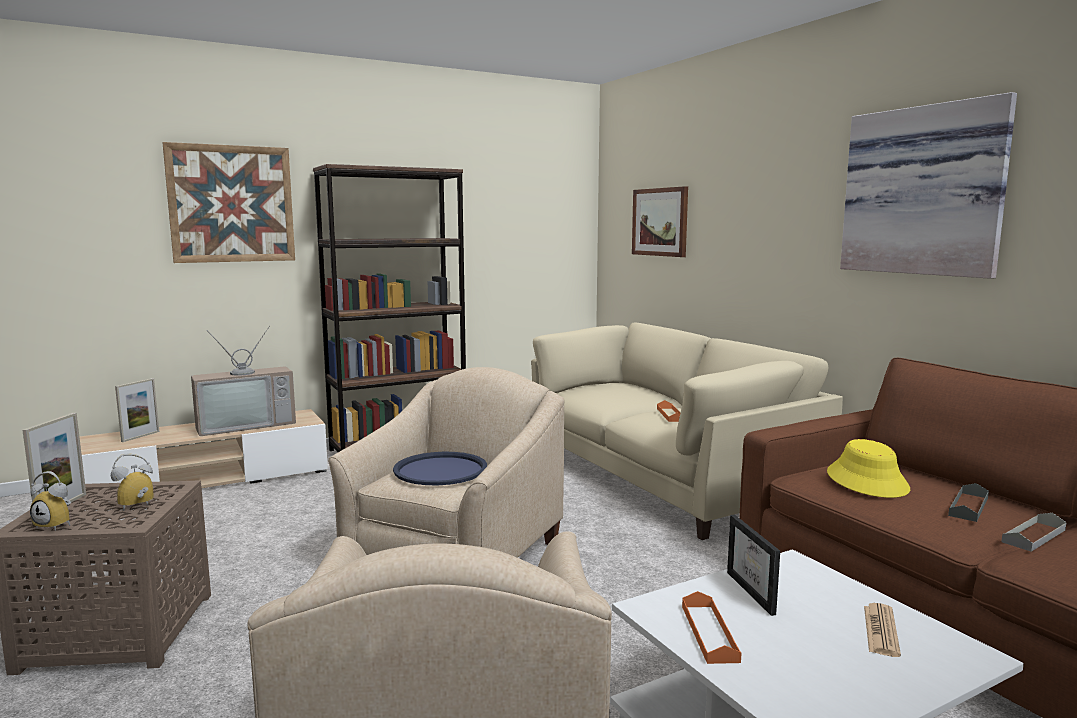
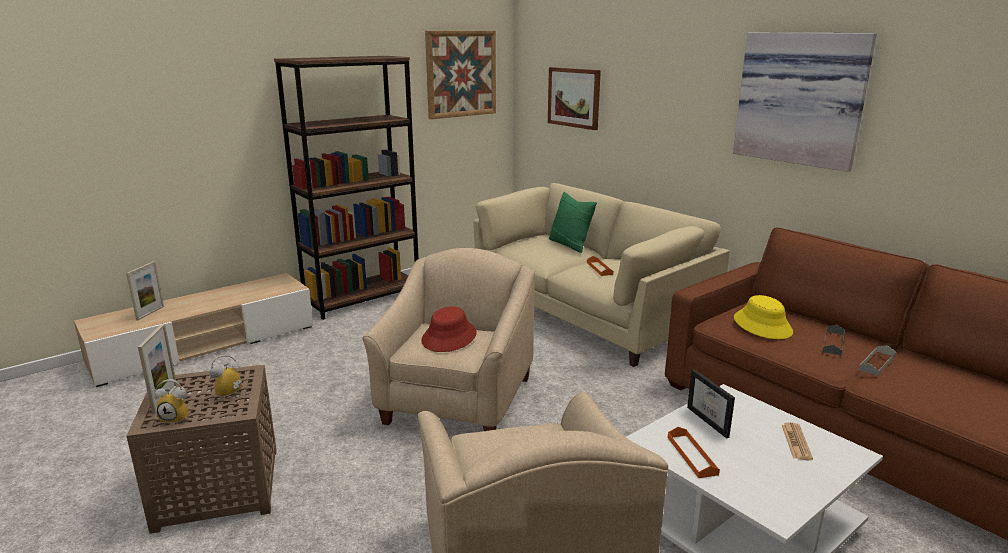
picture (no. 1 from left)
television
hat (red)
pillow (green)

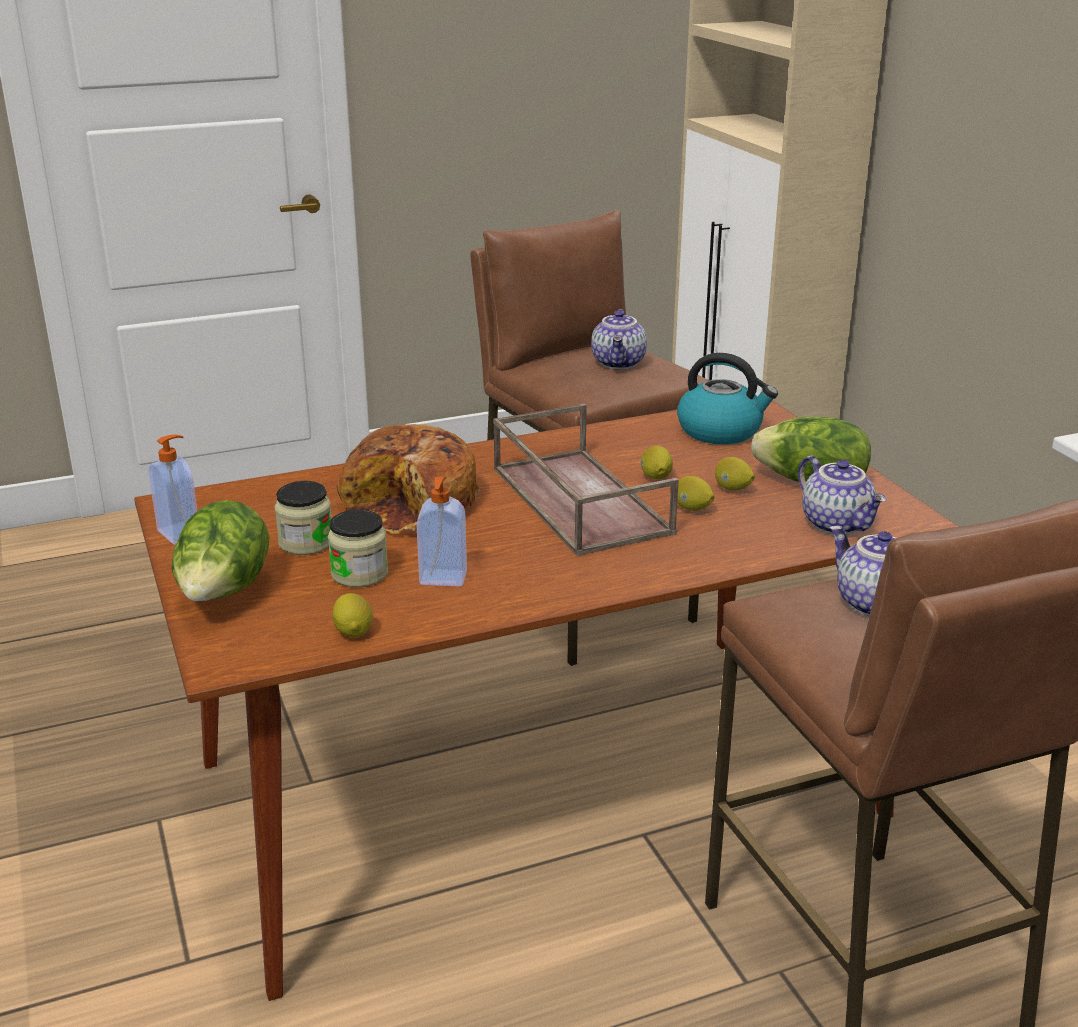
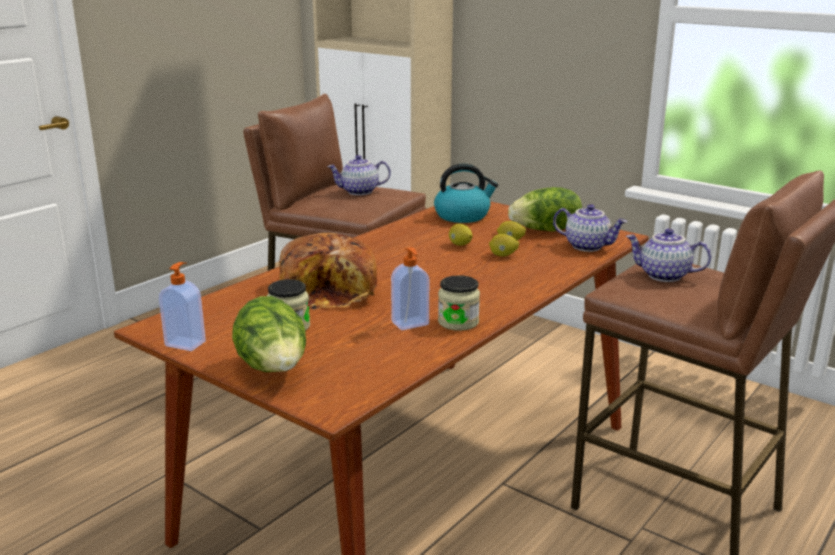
jar (no. 2 from left)
lemon (no. 1 from left in the first image)
tray (brown)
teapot (no. 1 from left)

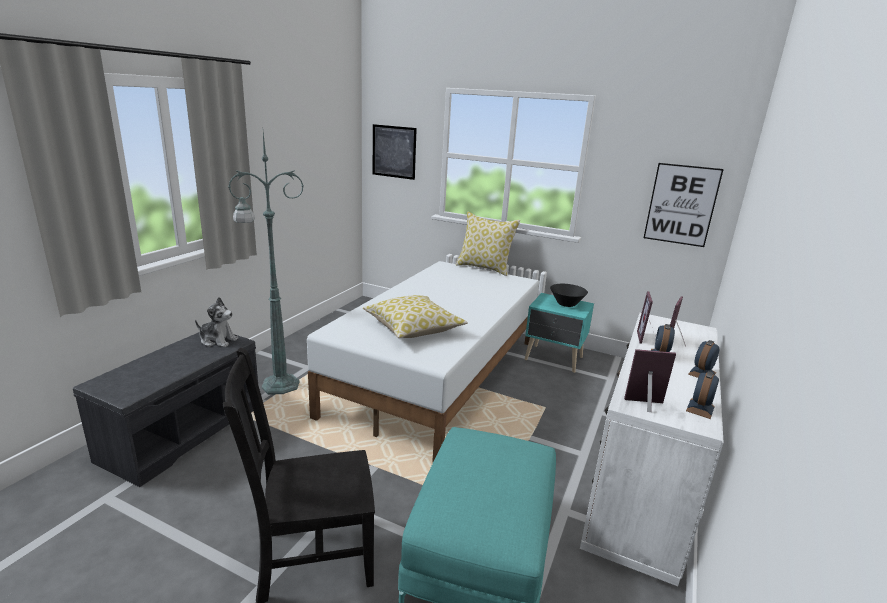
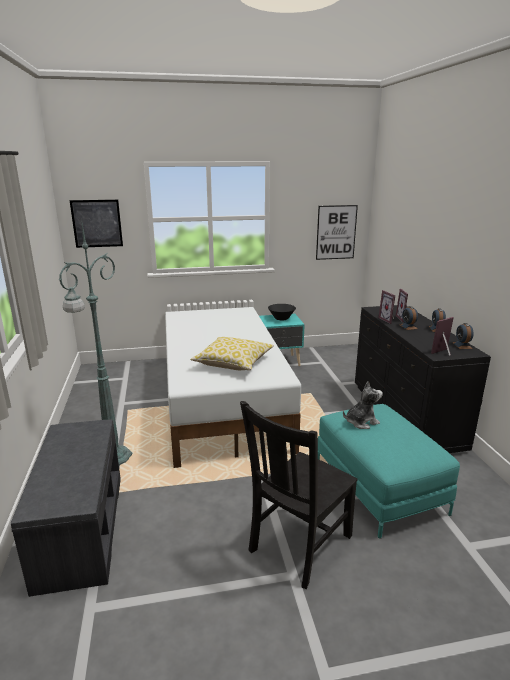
plush toy
pillow (no. 2 from left in the first image)
dresser (black)

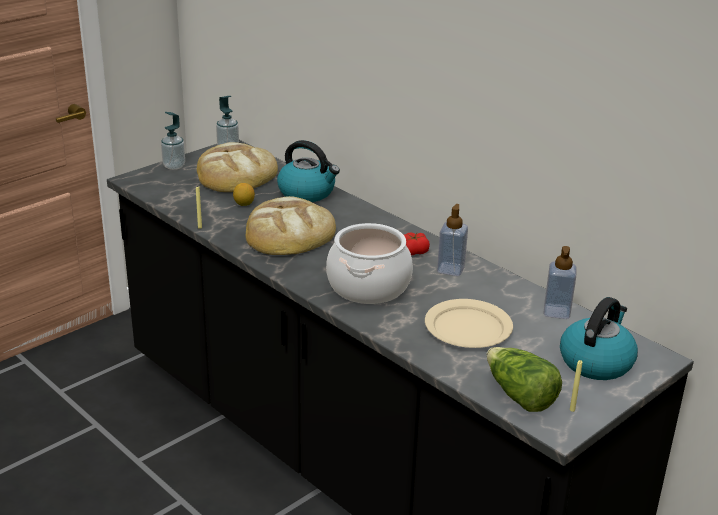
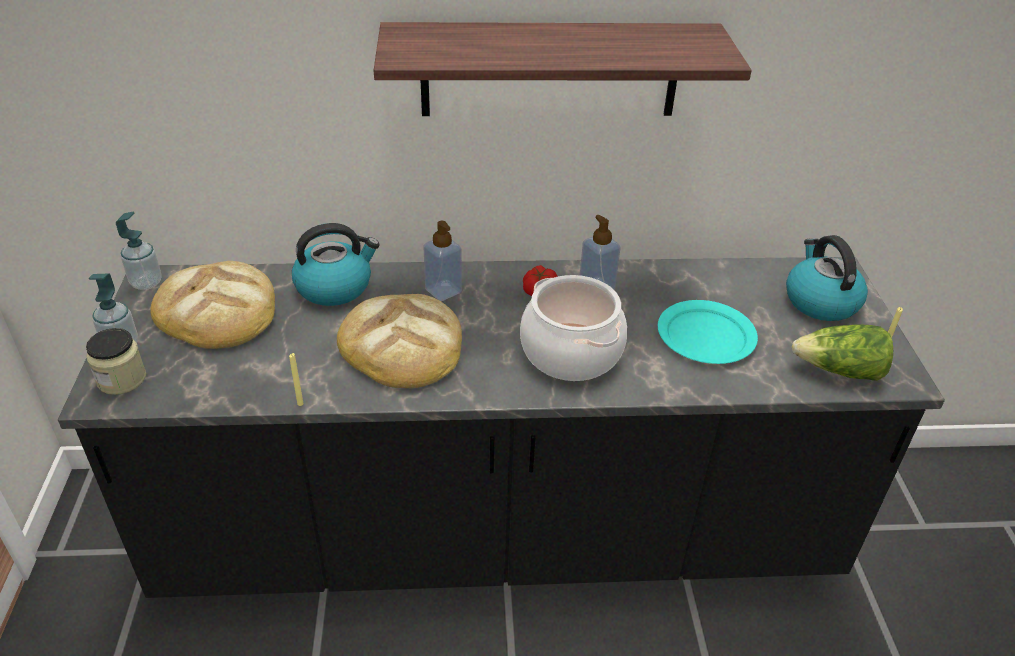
lemon
plate (turquoise)
soap dispenser (no. 3 from left)
jar
shelf

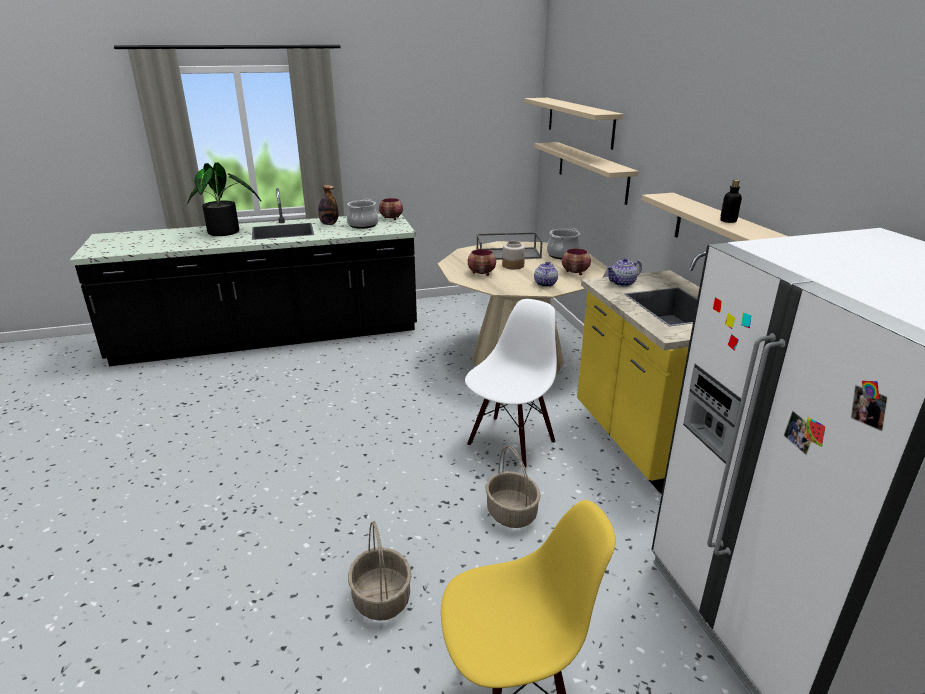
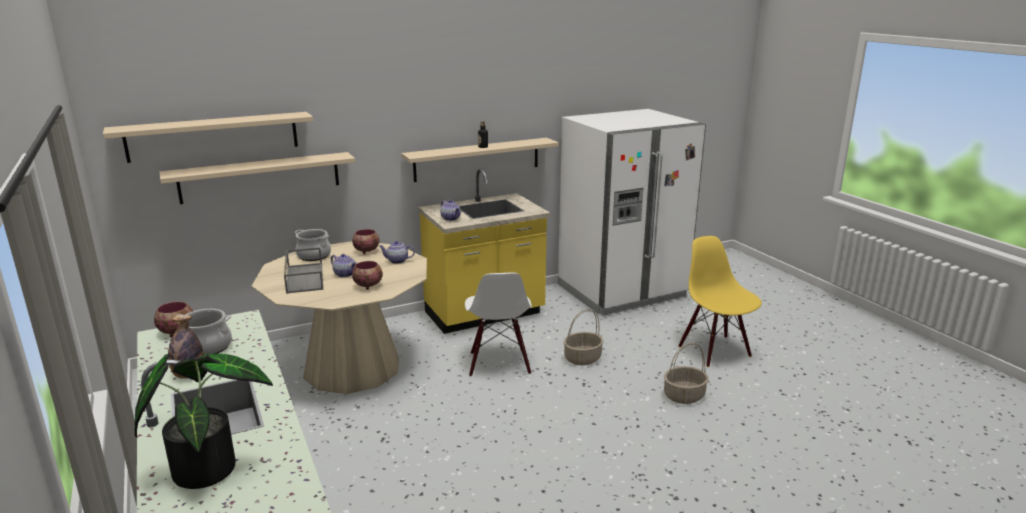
chair (white)
teapot (no. 1 from left)

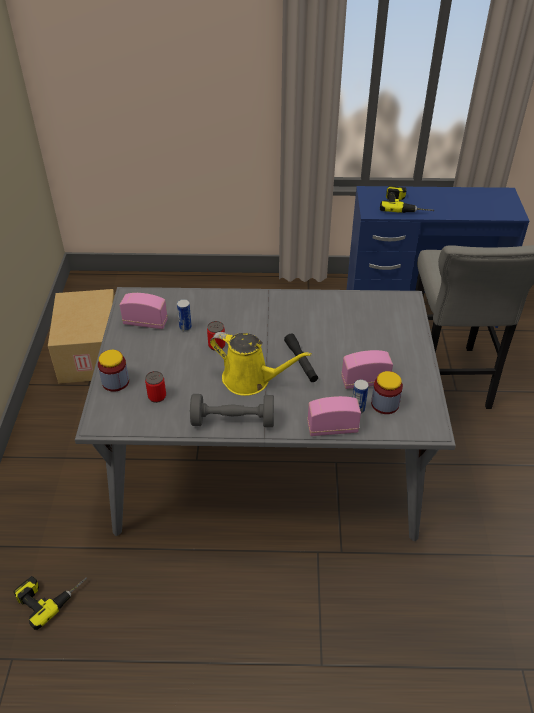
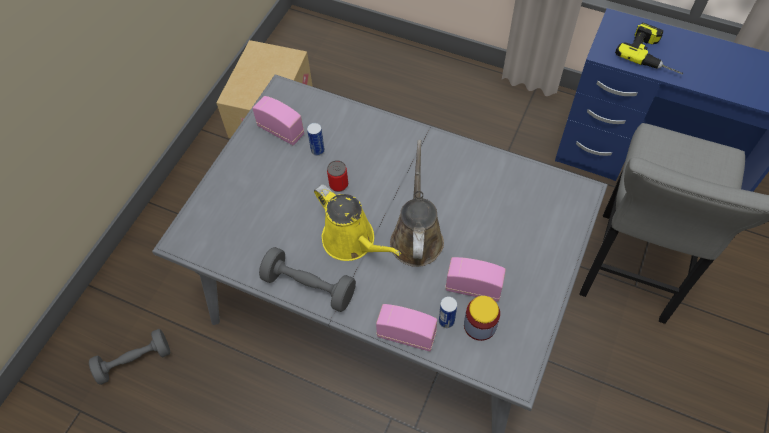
dumbbell (grey) (no. 1 from left)
jar (no. 1 from left in the first image)
can (no. 1 from left in the first image)
watering can (brown)

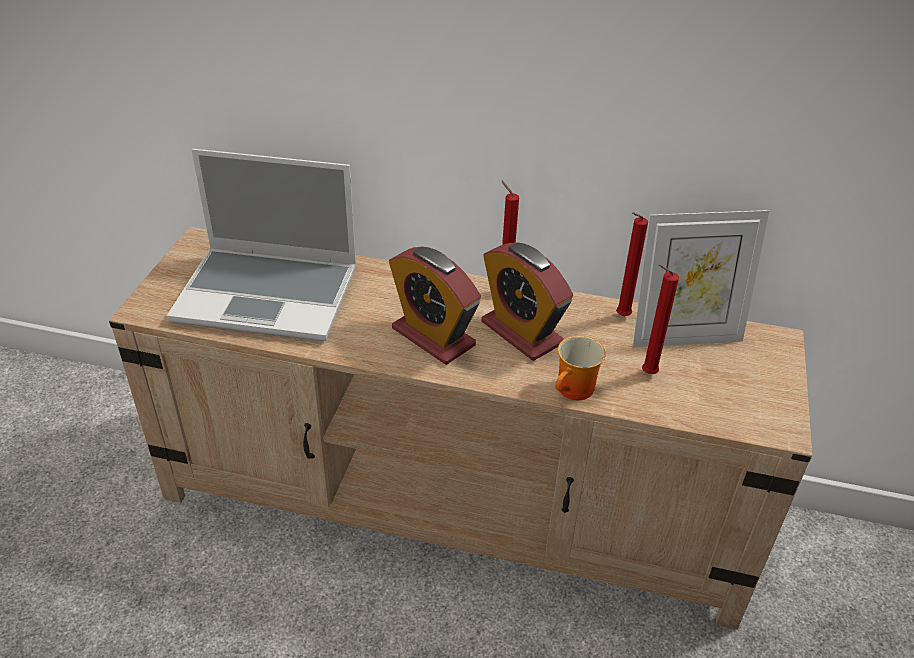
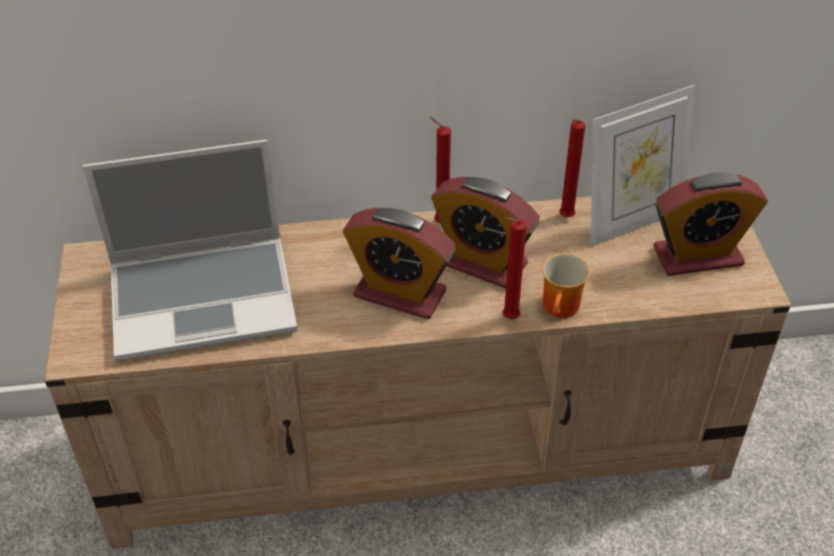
candle (red) (no. 2 from left)
alarm clock (no. 3 from left)

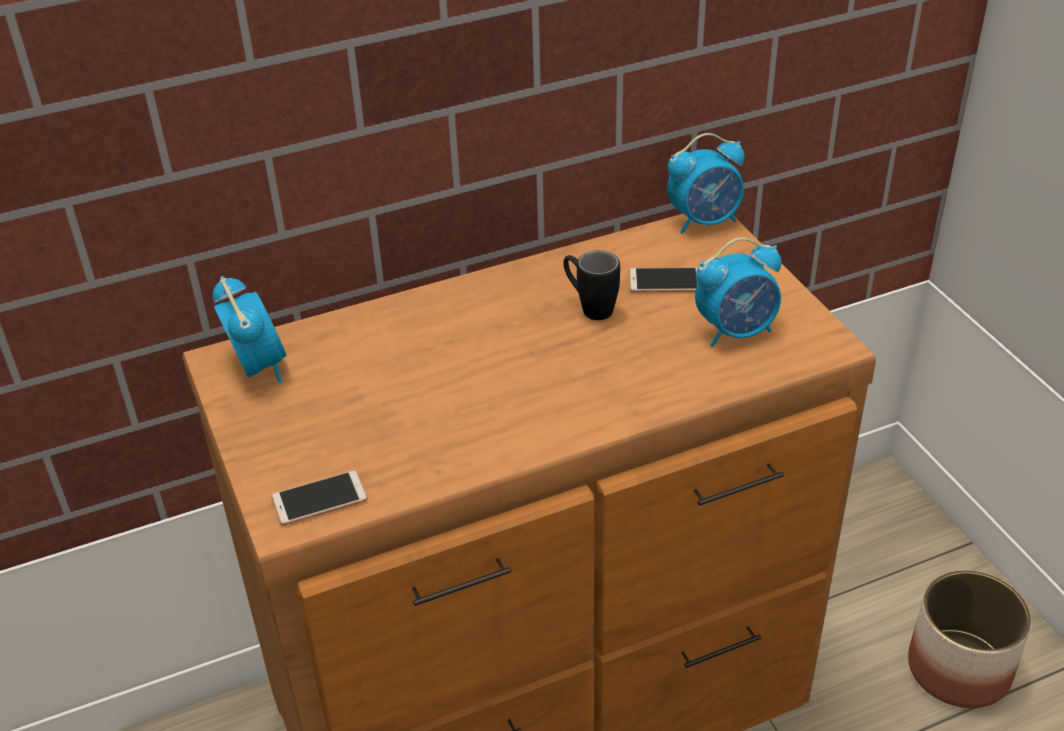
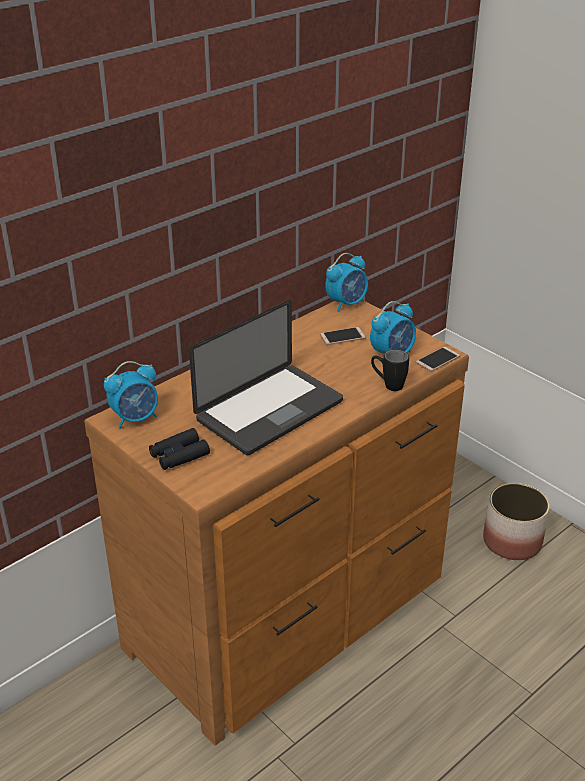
alarm clock (no. 1 from left)
phone (no. 2 from left)
mug (black)
binoculars (black)
laptop

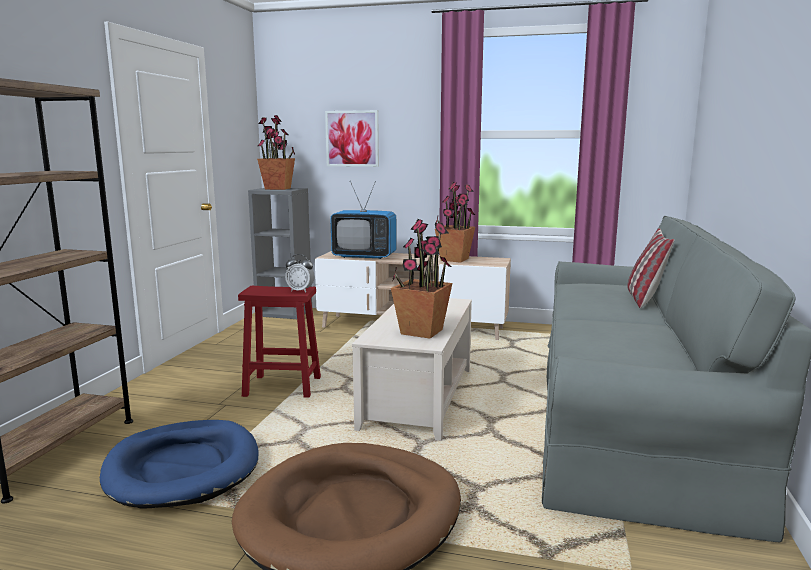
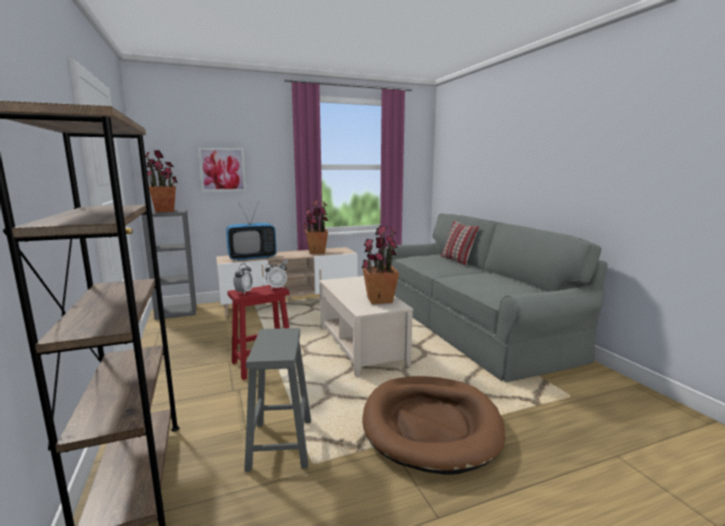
stool (grey)
alarm clock (no. 1 from left)

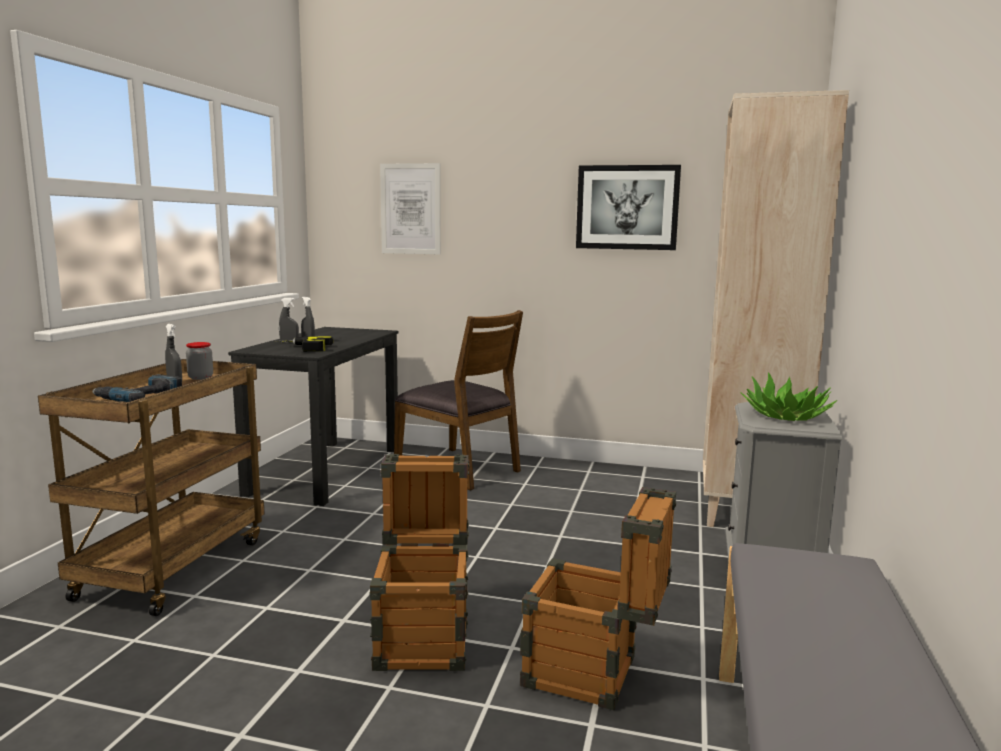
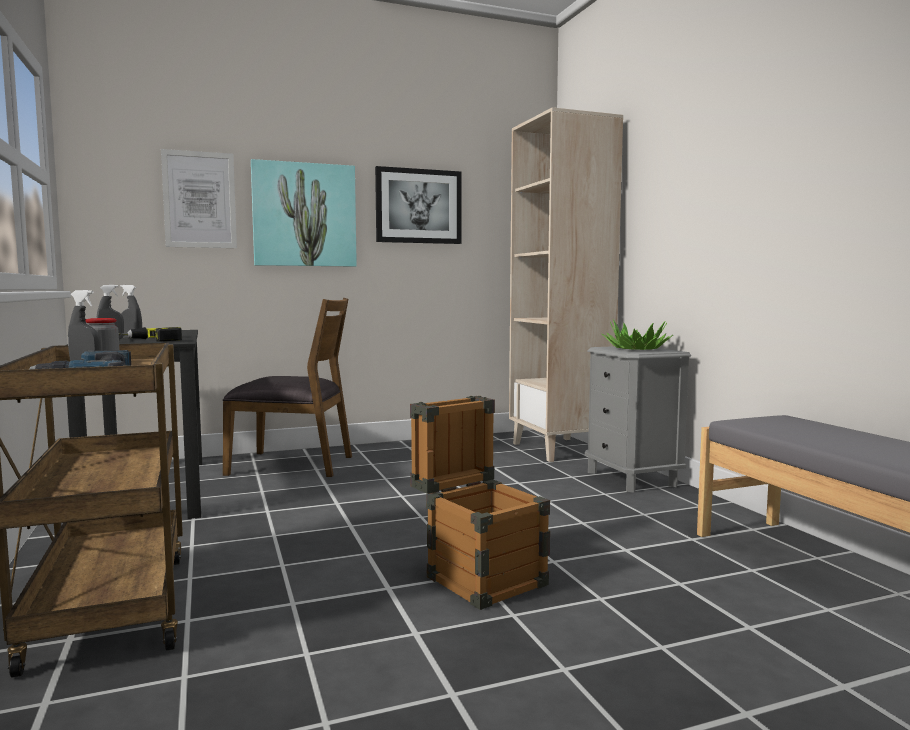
crate (no. 2 from left in the first image)
picture (no. 2 from left)

